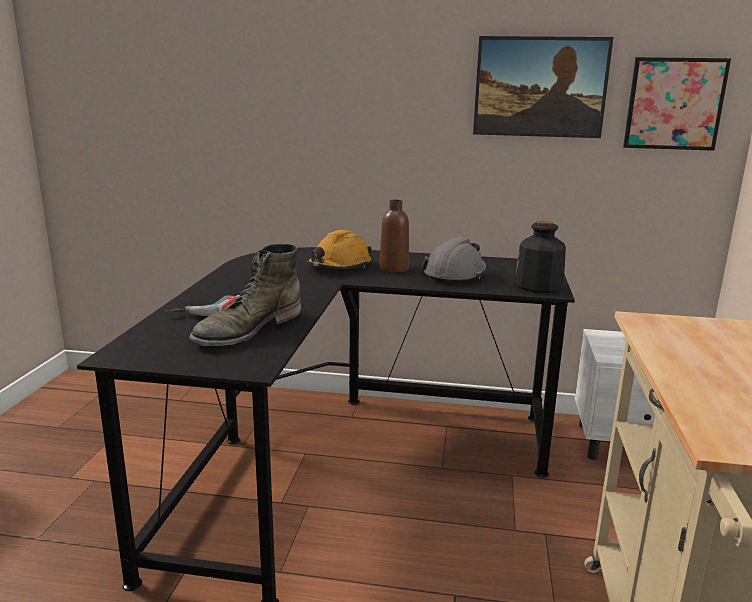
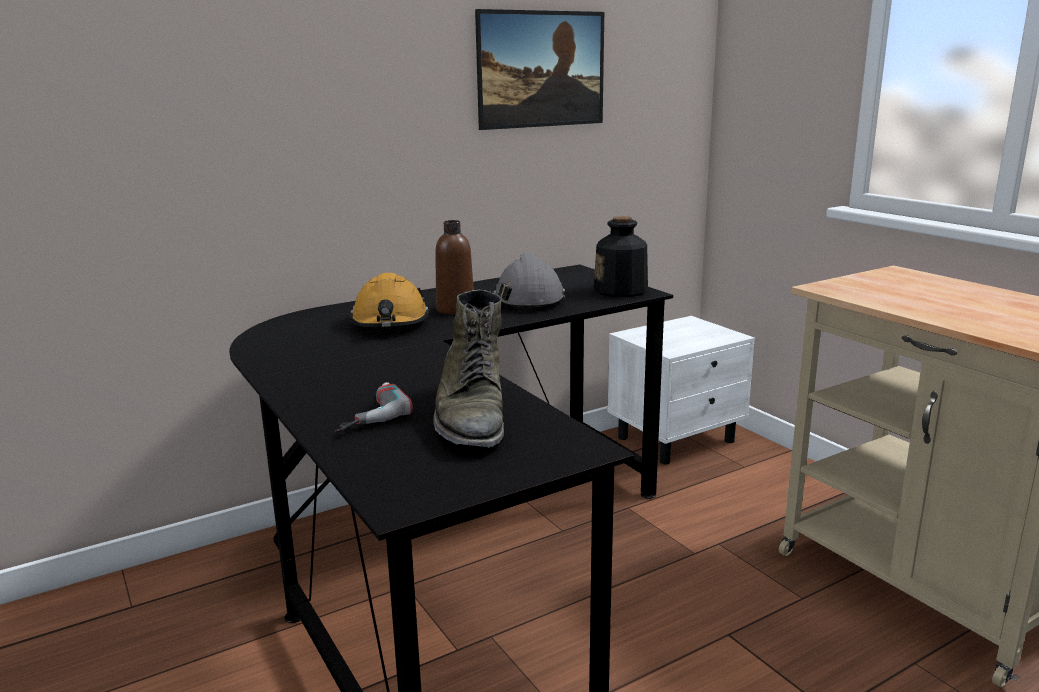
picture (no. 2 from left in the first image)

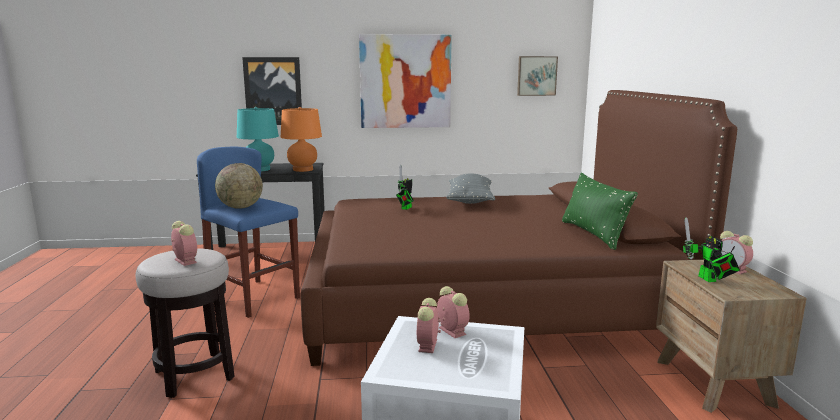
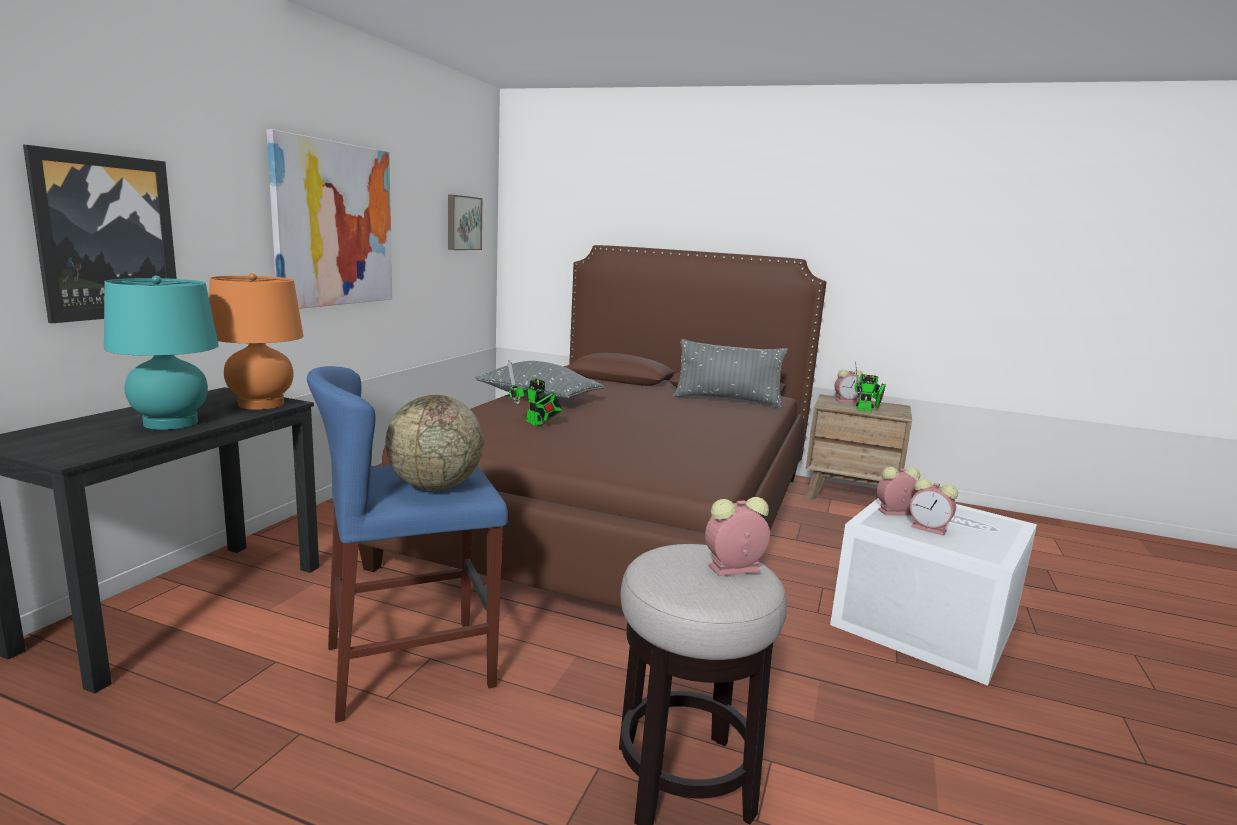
pillow (grey) (no. 2 from left)

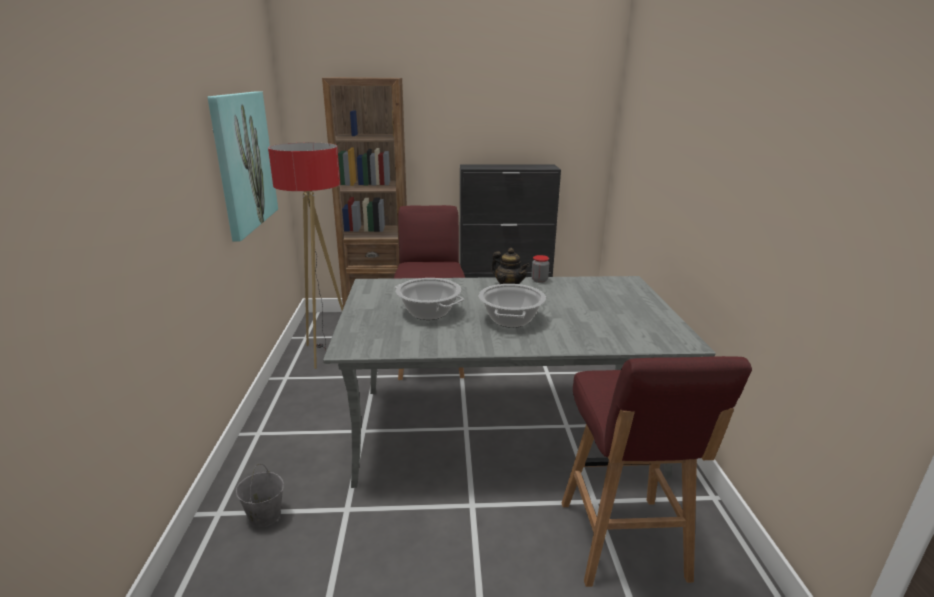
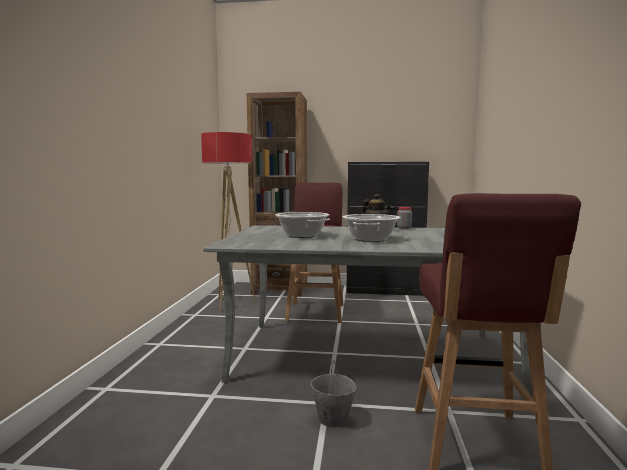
picture
bucket (grey)

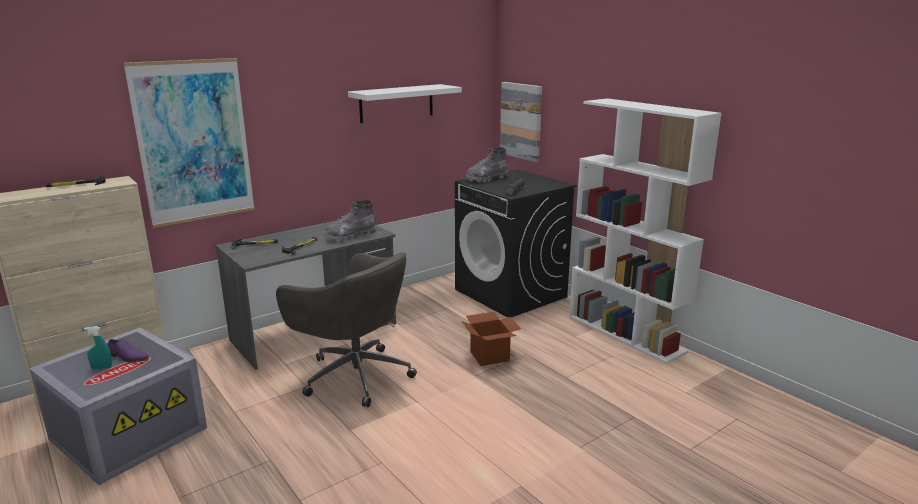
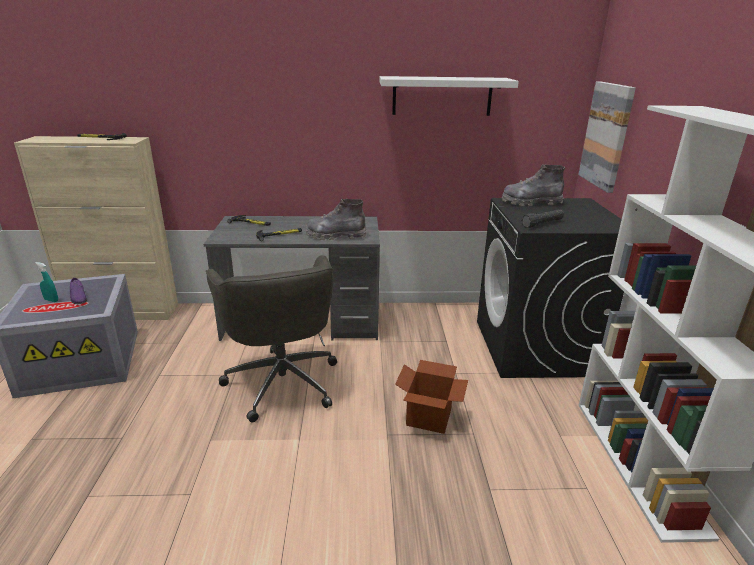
picture (no. 1 from left in the first image)

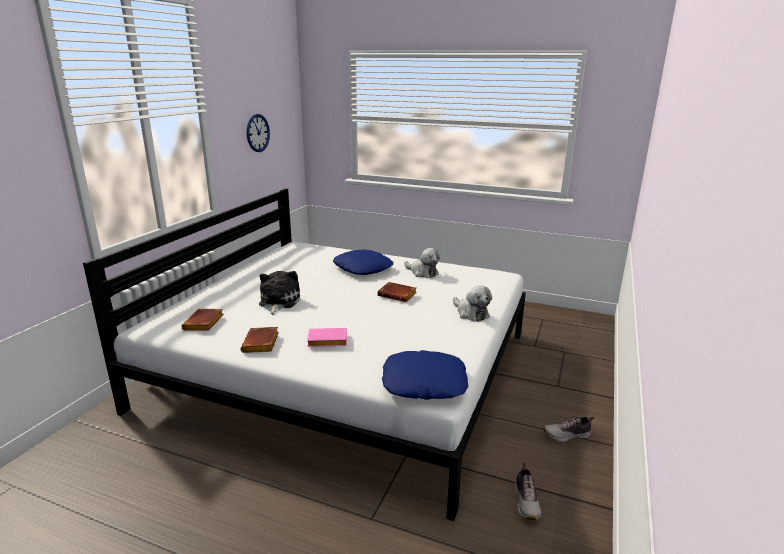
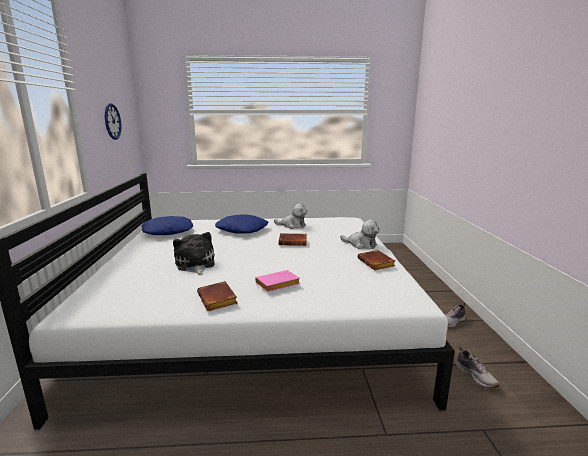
book (brown) (no. 3 from left)
pillow (blue) (no. 1 from left)

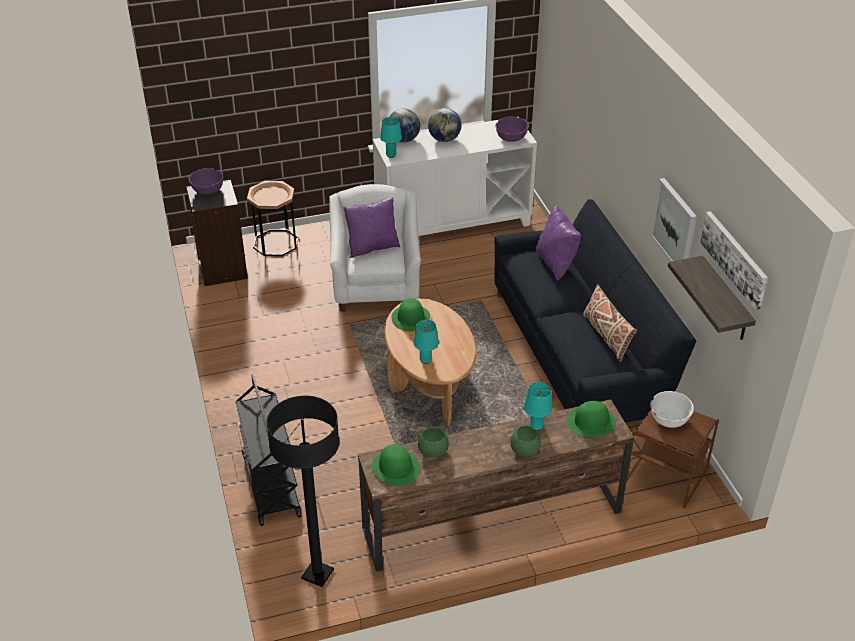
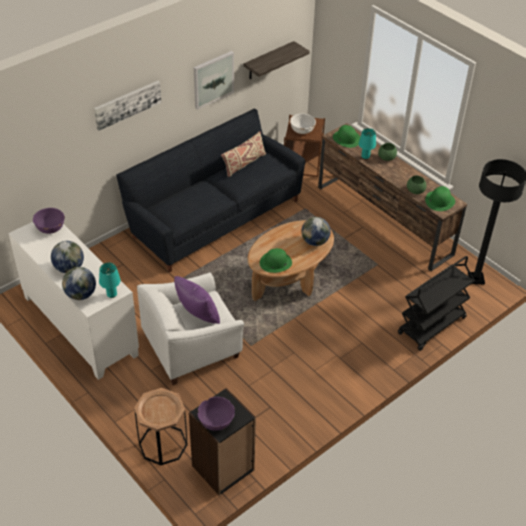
globe (no. 3 from left)
pillow (purple) (no. 2 from left in the first image)
picture (no. 1 from left)

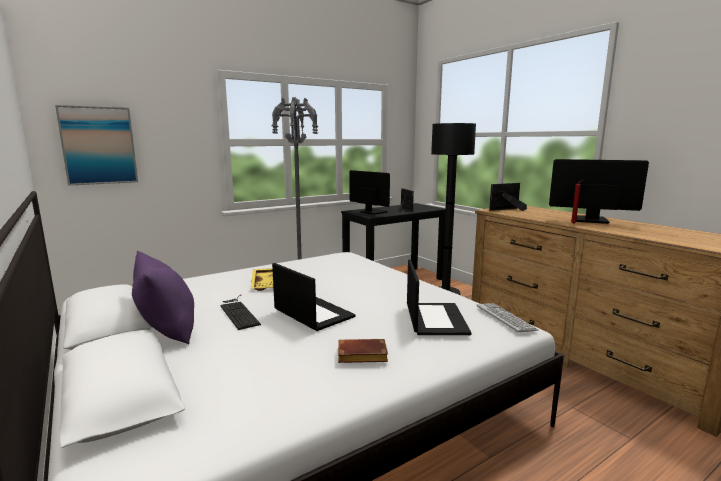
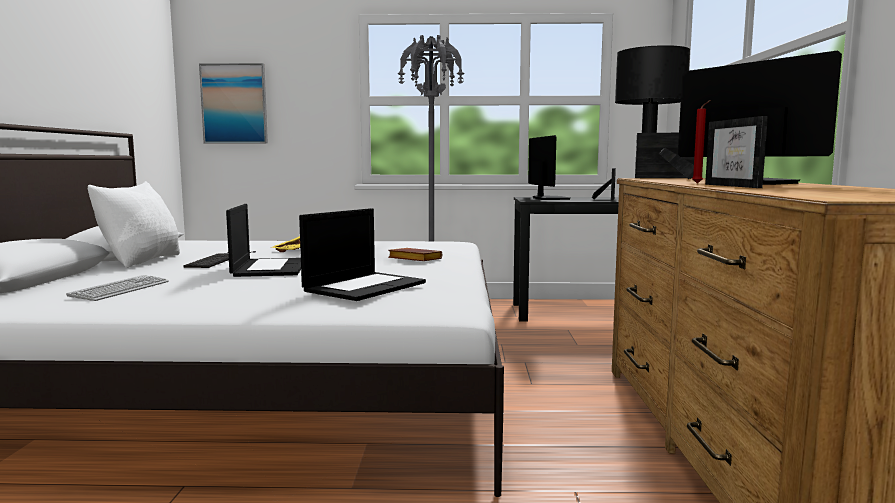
pillow (white)
book (brown)
keyboard (no. 1 from left)
picture frame (no. 3 from left)

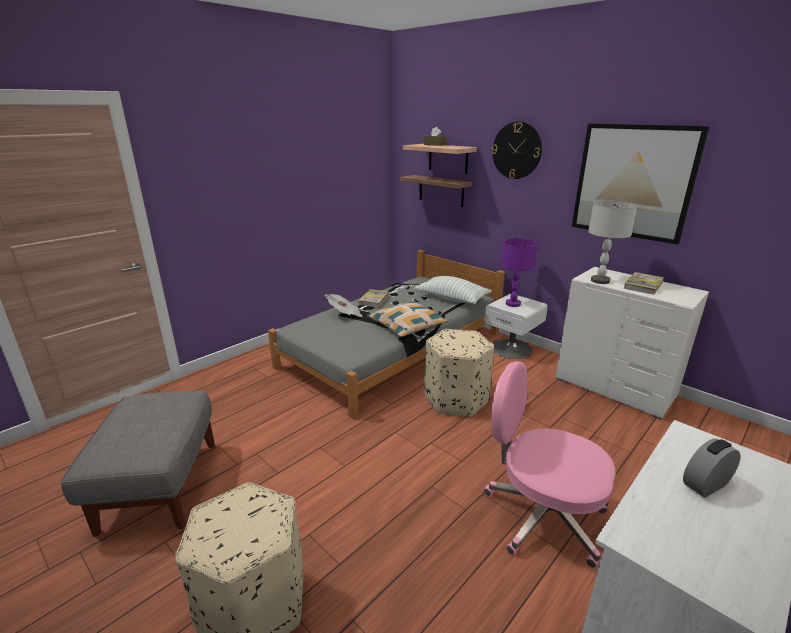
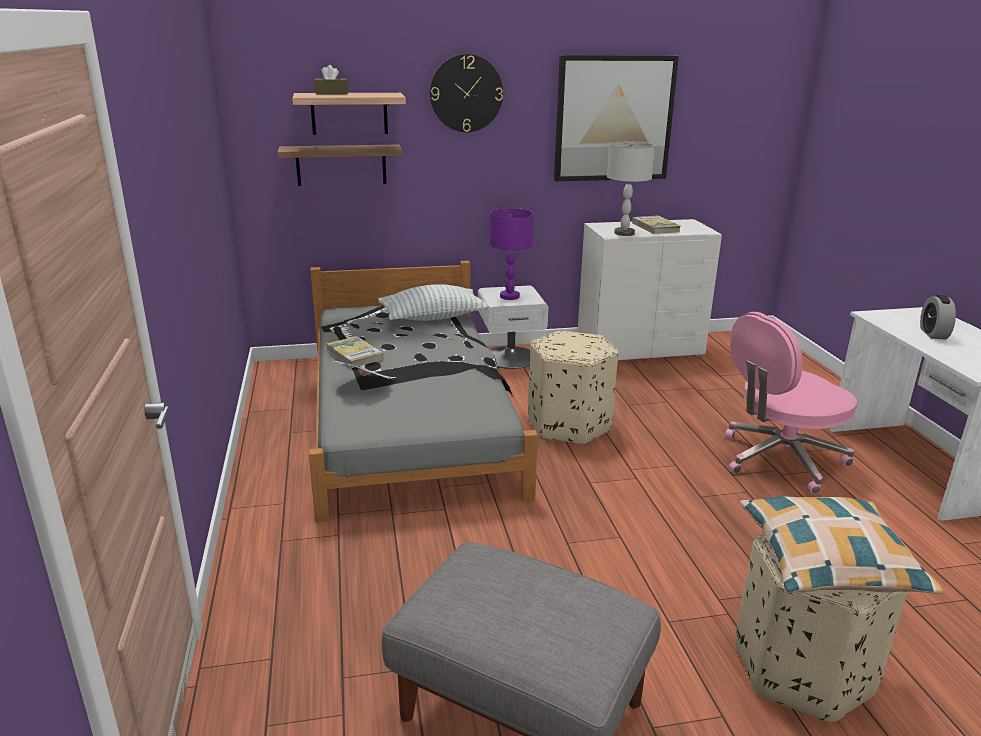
pillow (no. 2 from left)

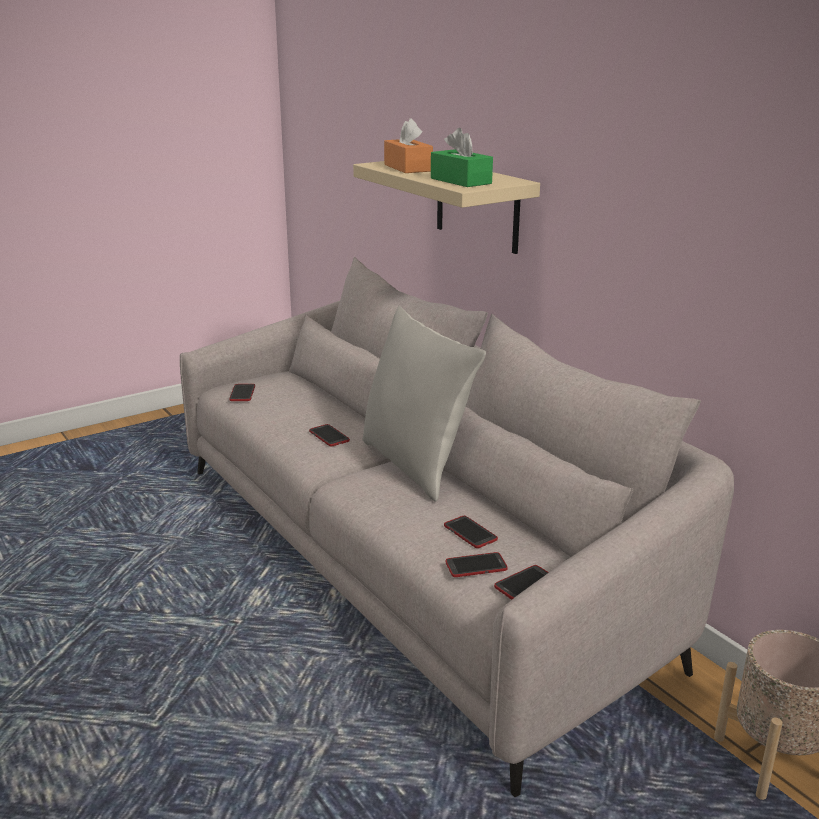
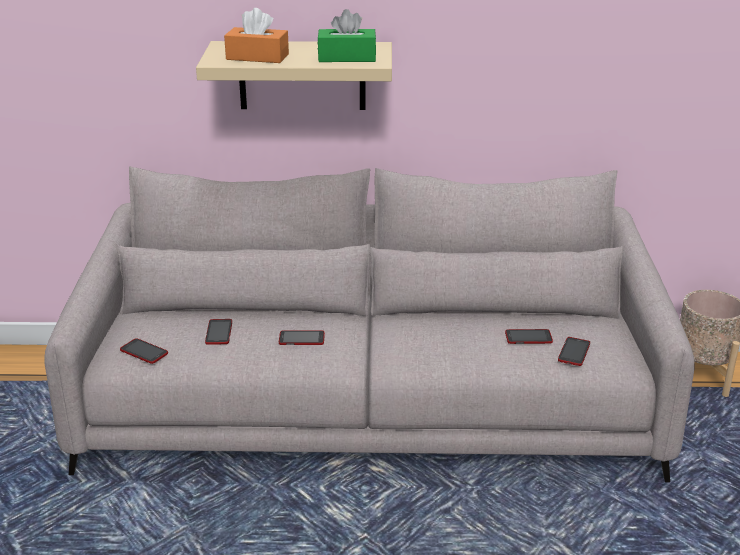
pillow (grey)
phone (no. 2 from left)

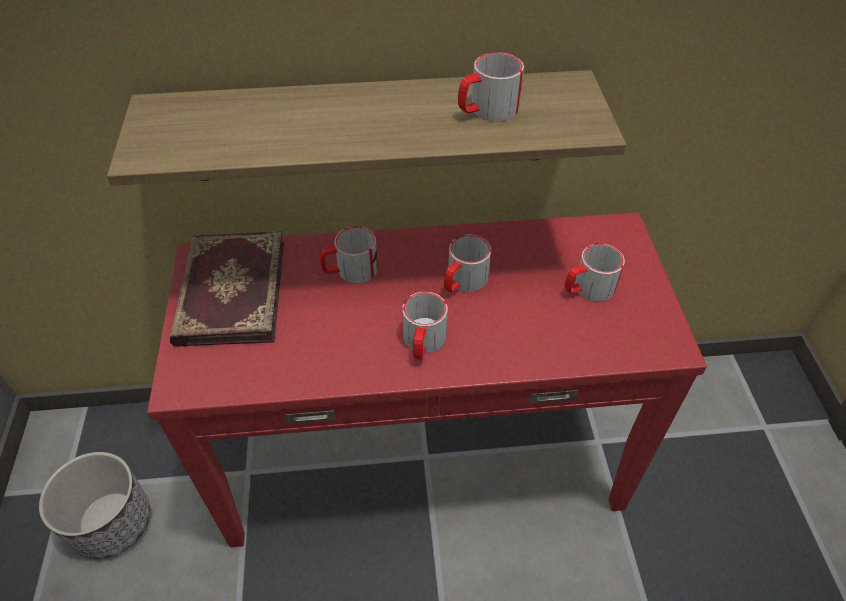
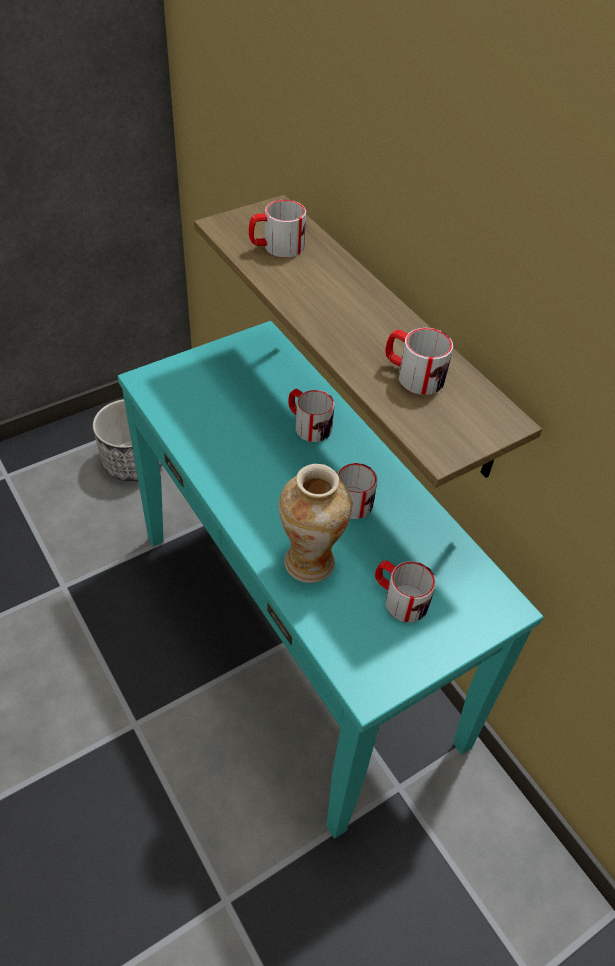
console table (turquoise)
book
mug (no. 1 from left)
vase

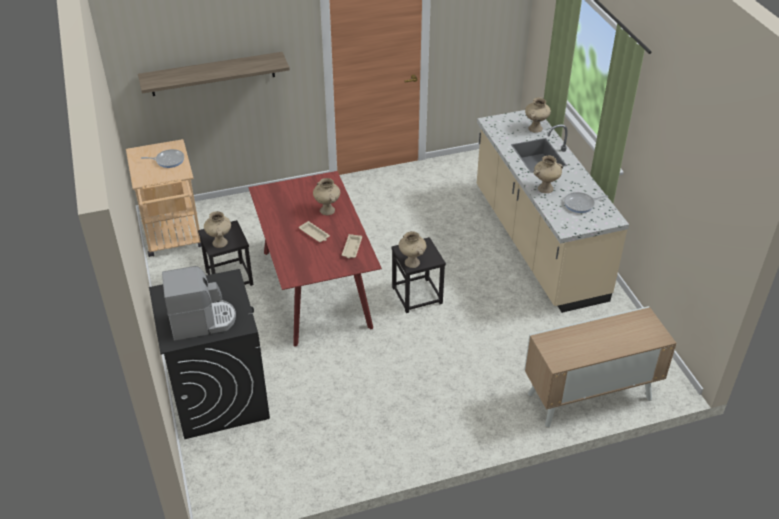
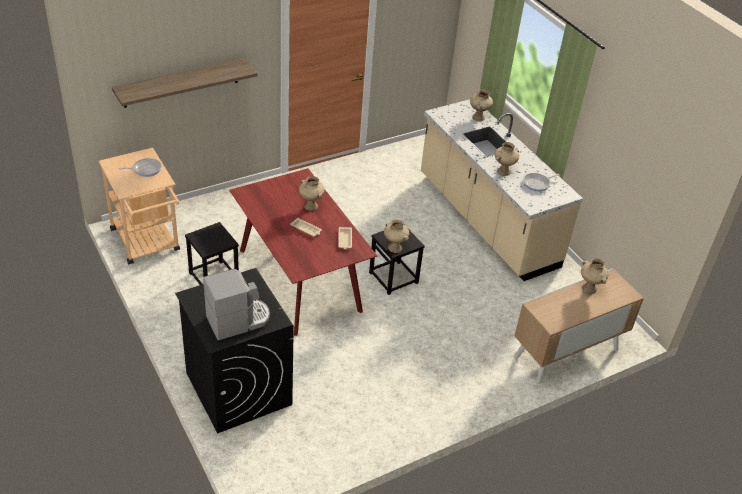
vase (beige) (no. 5 from left)

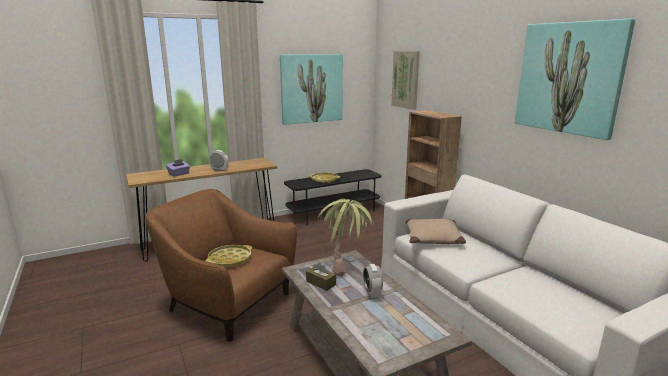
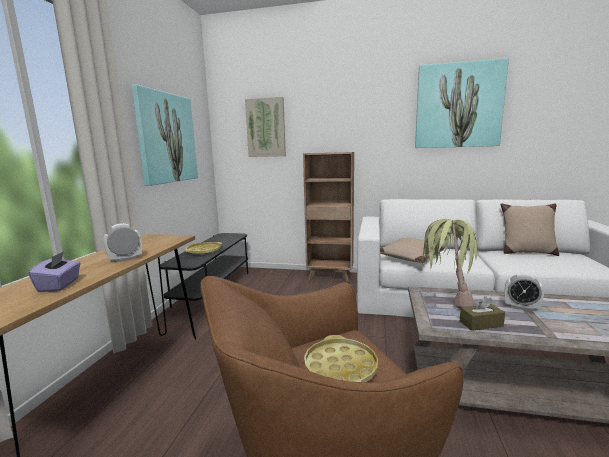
pillow (beige) (no. 2 from left)

